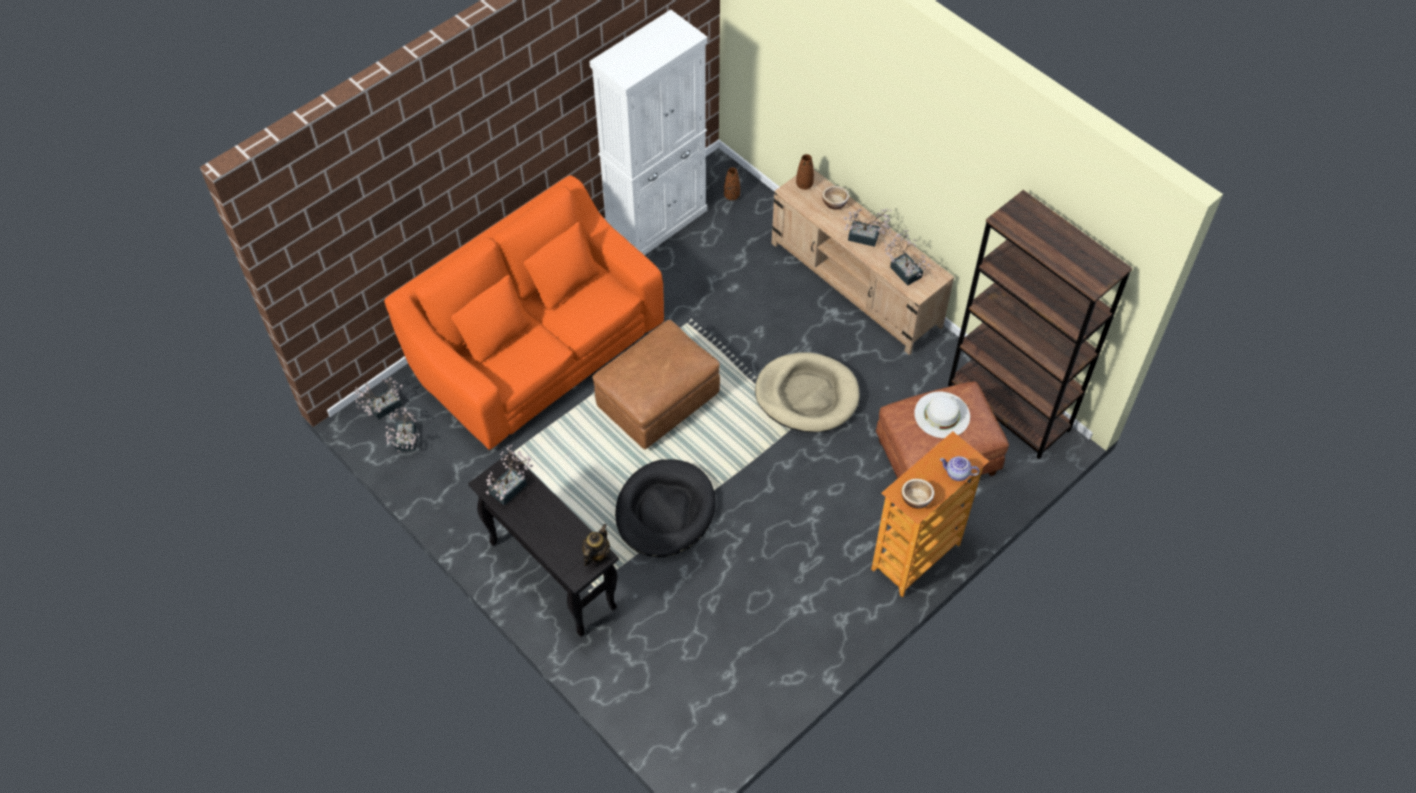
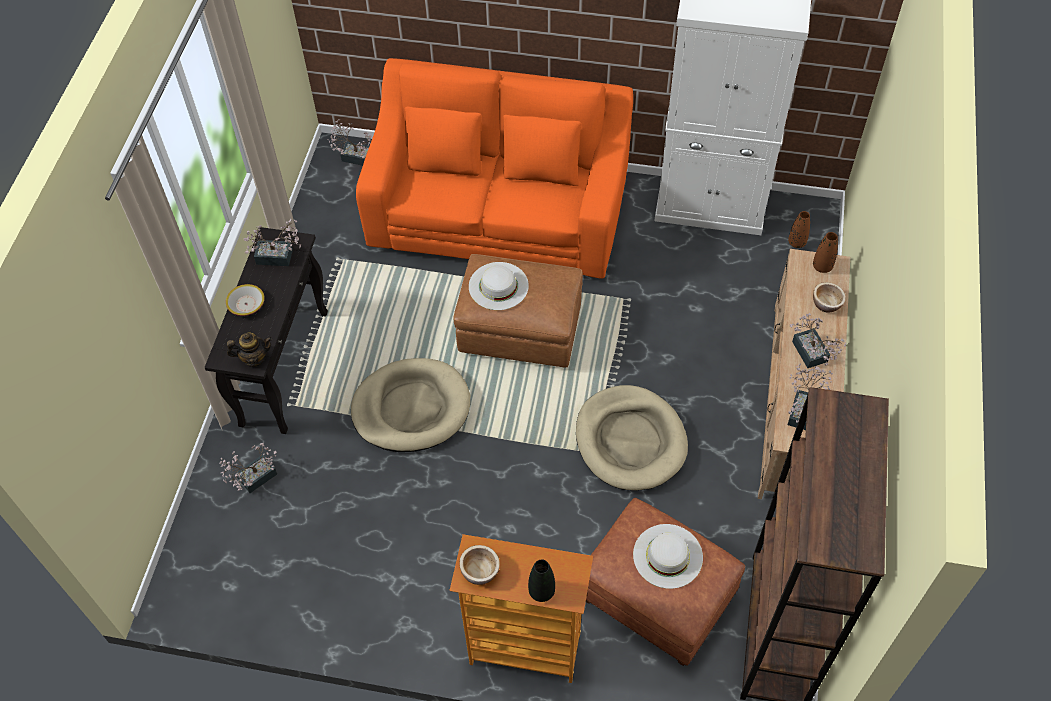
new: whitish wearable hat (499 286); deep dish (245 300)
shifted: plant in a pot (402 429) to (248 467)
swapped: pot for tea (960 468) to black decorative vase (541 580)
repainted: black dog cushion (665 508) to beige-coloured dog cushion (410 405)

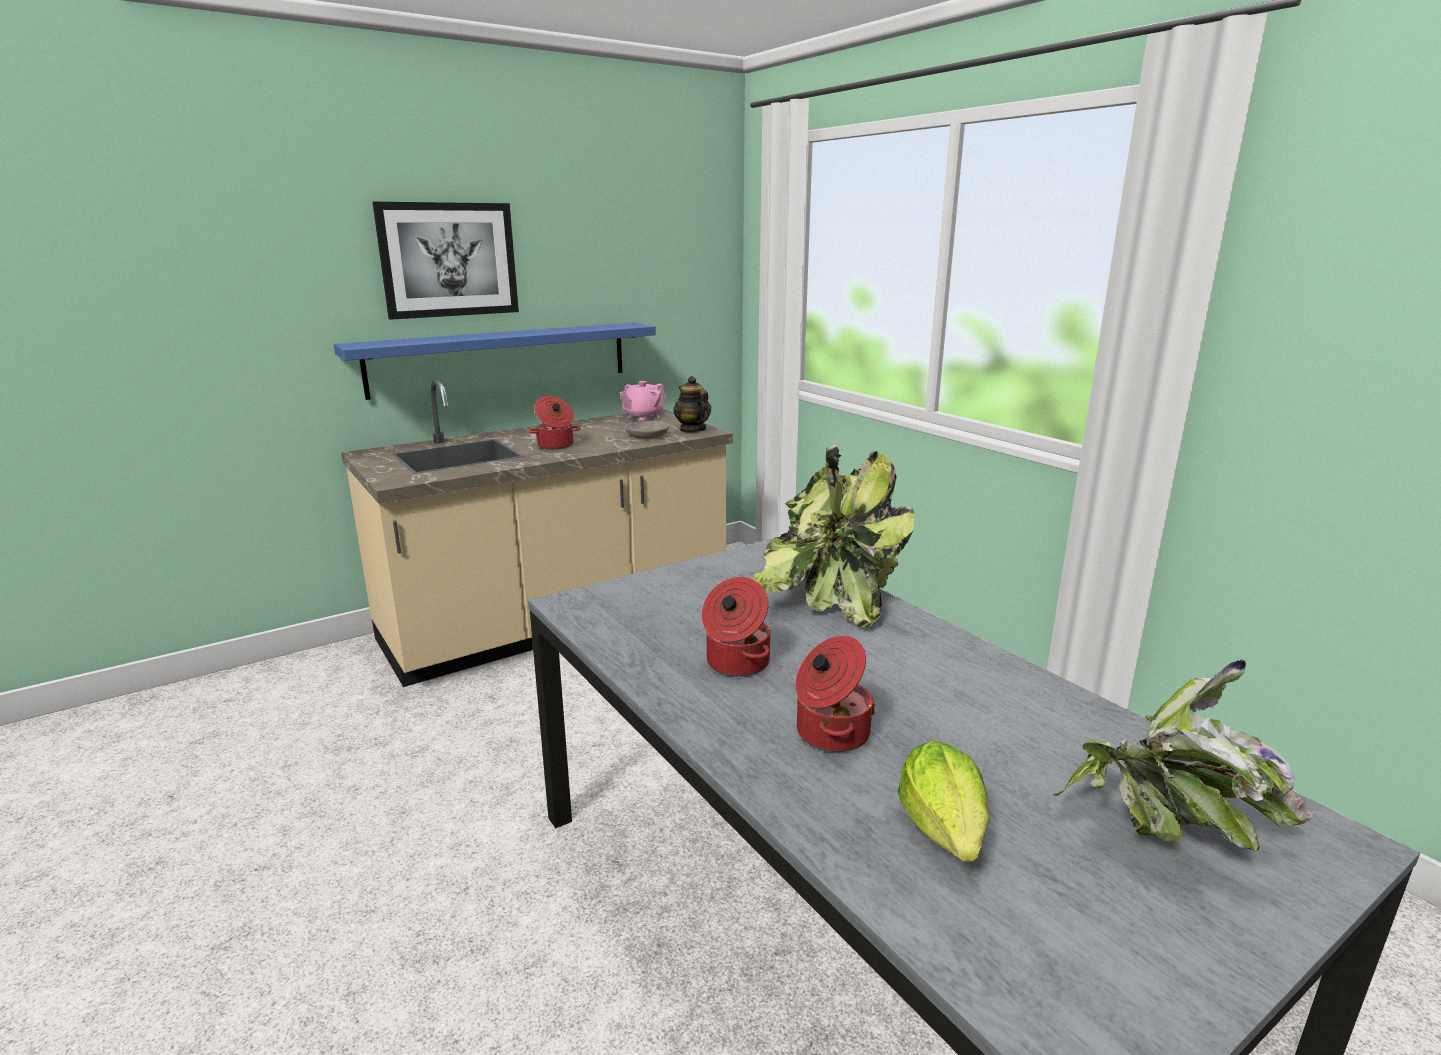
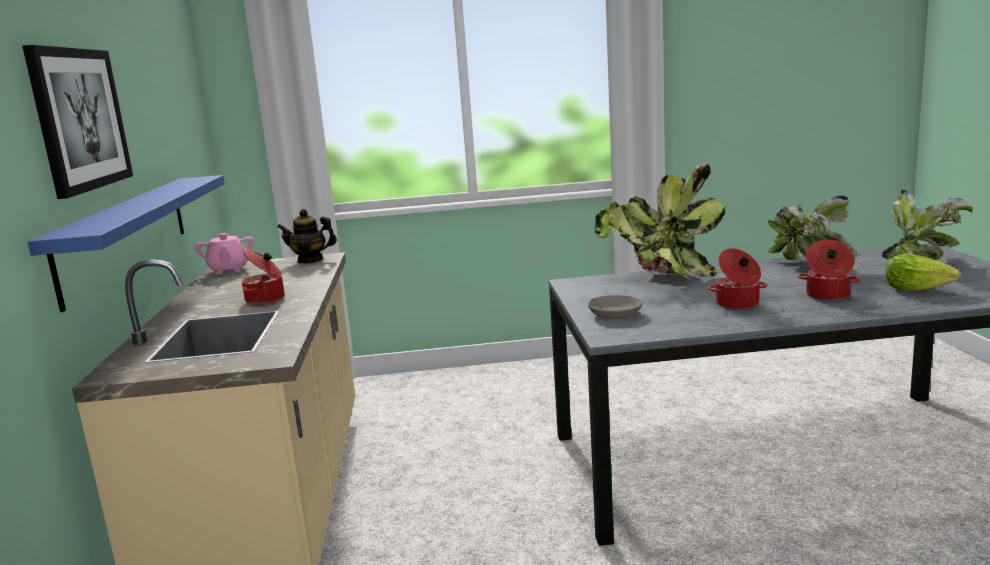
new: plant in a pot (812 227)
shifted: greyish deep dish (647 430) to (615 307)

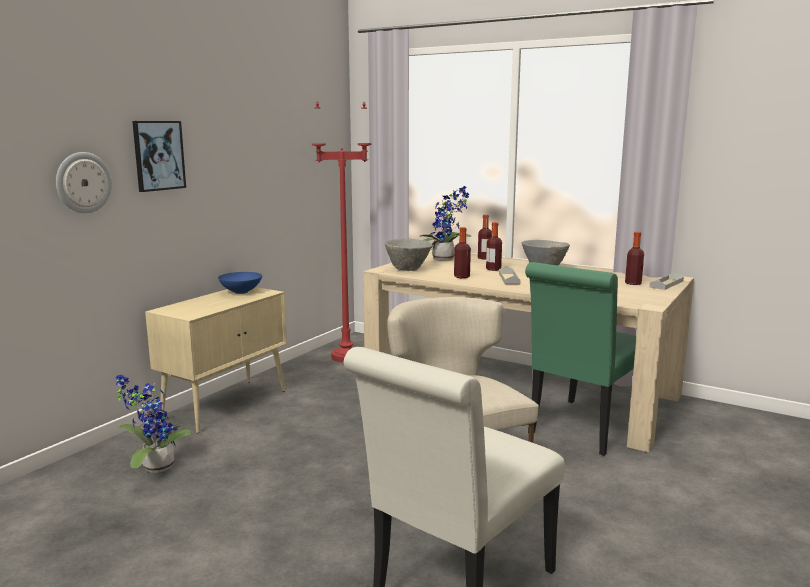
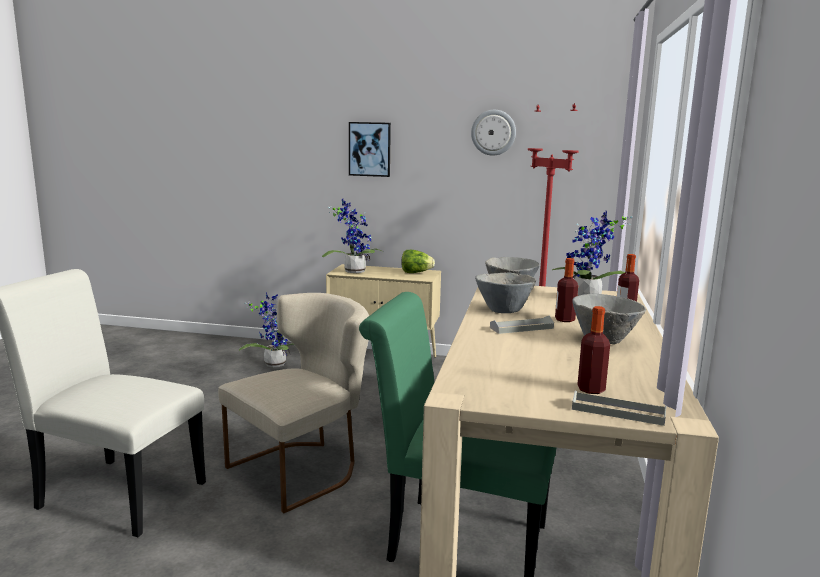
new: plant in a pot (353 236)
shifted: clock on the wall (84 182) to (493 133)
swapped: bottle (462 252) to greyish deep dish (505 293); bluish deep dish (240 283) to head of lettuce (418 261)

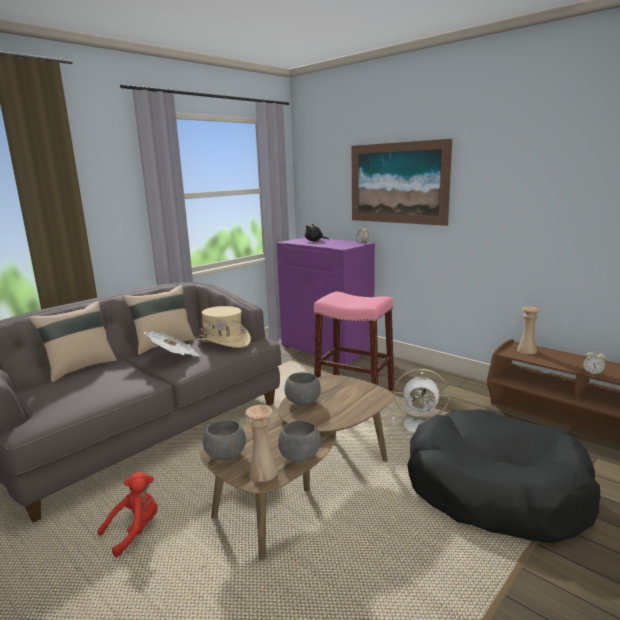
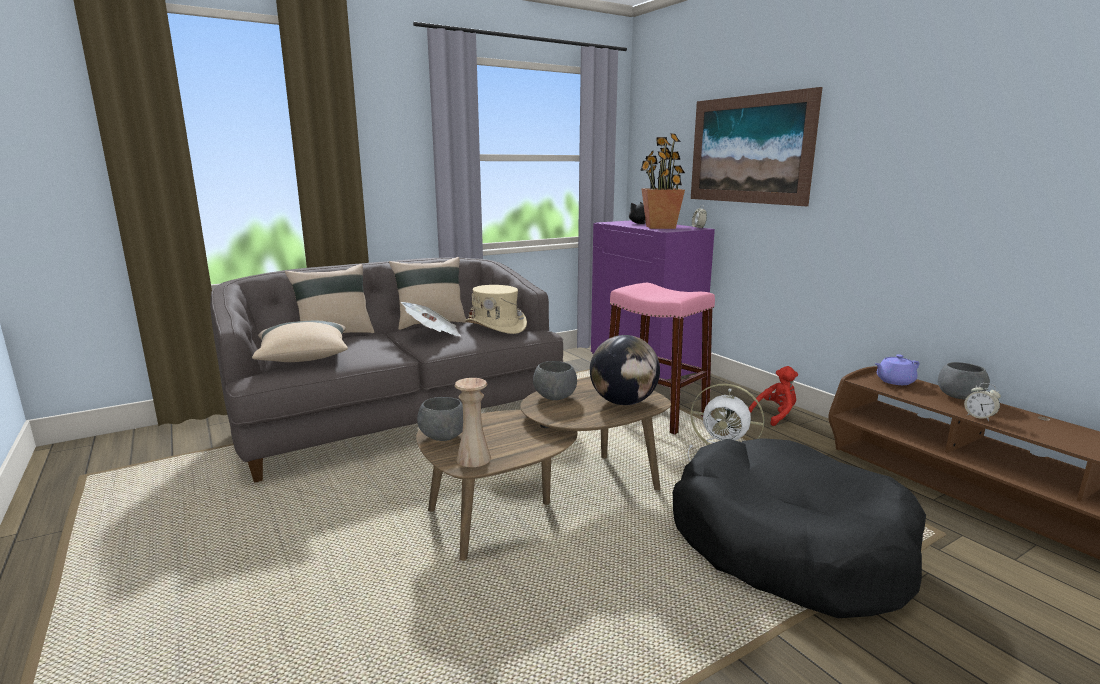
new: plant in a pot (662 181); beige-coloured pillow (300 341); desk globe (625 370)
shifted: greyish deep dish (299 441) to (964 381); red cuddly toy (127 514) to (773 396)
swapped: beige-coloured decorative vase (529 330) to purple pot for tea (897 369)

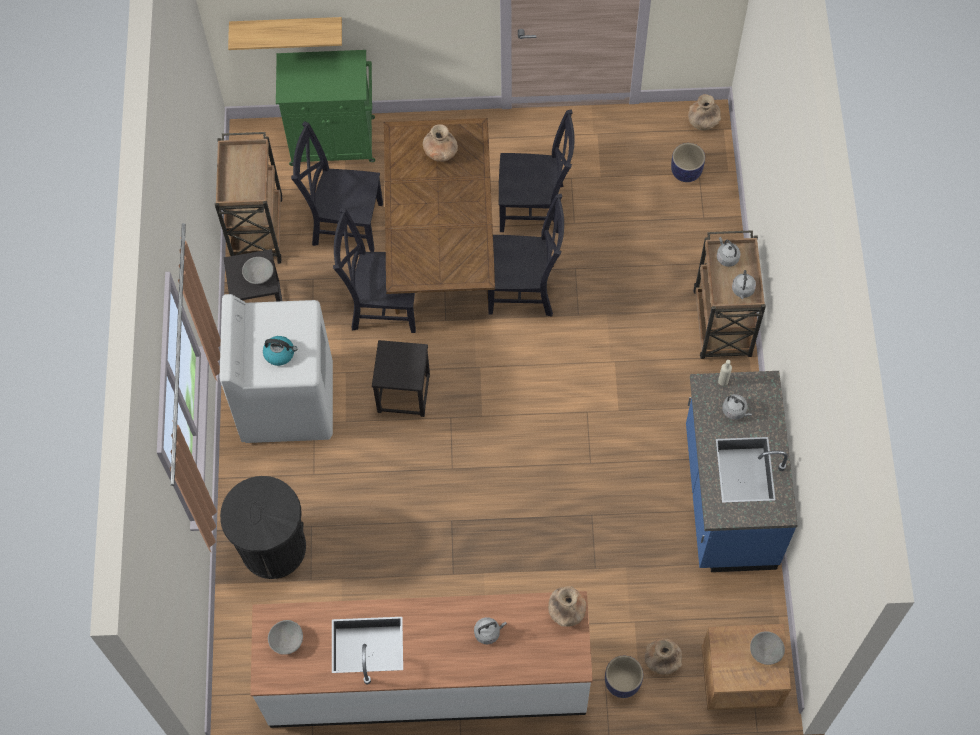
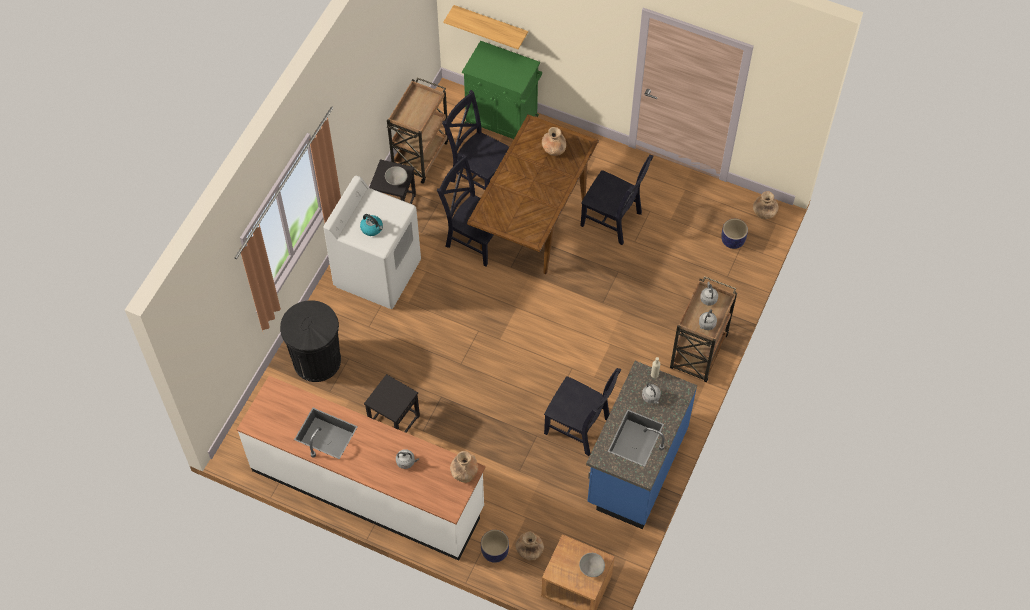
gone: greyish deep dish (285 637)
shifted: black chair (526 255) to (582 412); black stool (401 378) to (392 403)

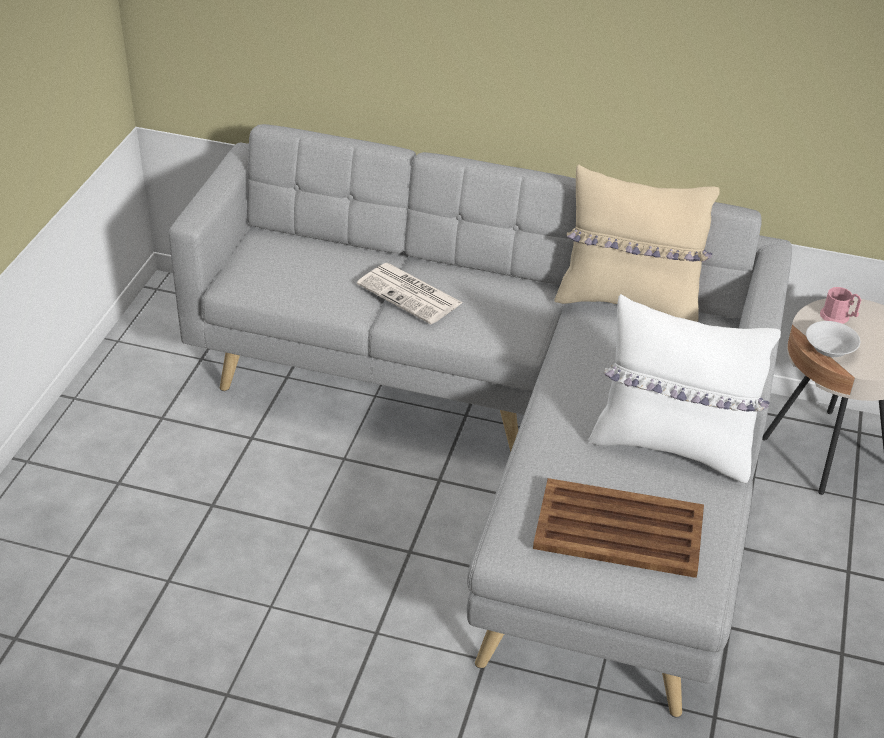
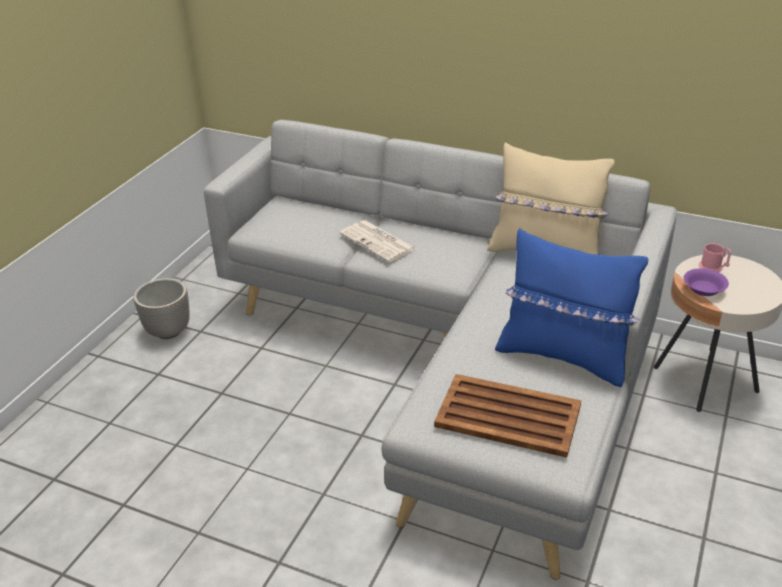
new: plant pot (161 308)
repainted: whitish pillow (684 388) to bluish pillow (571 307); whitish deep dish (833 339) to purple deep dish (706 282)

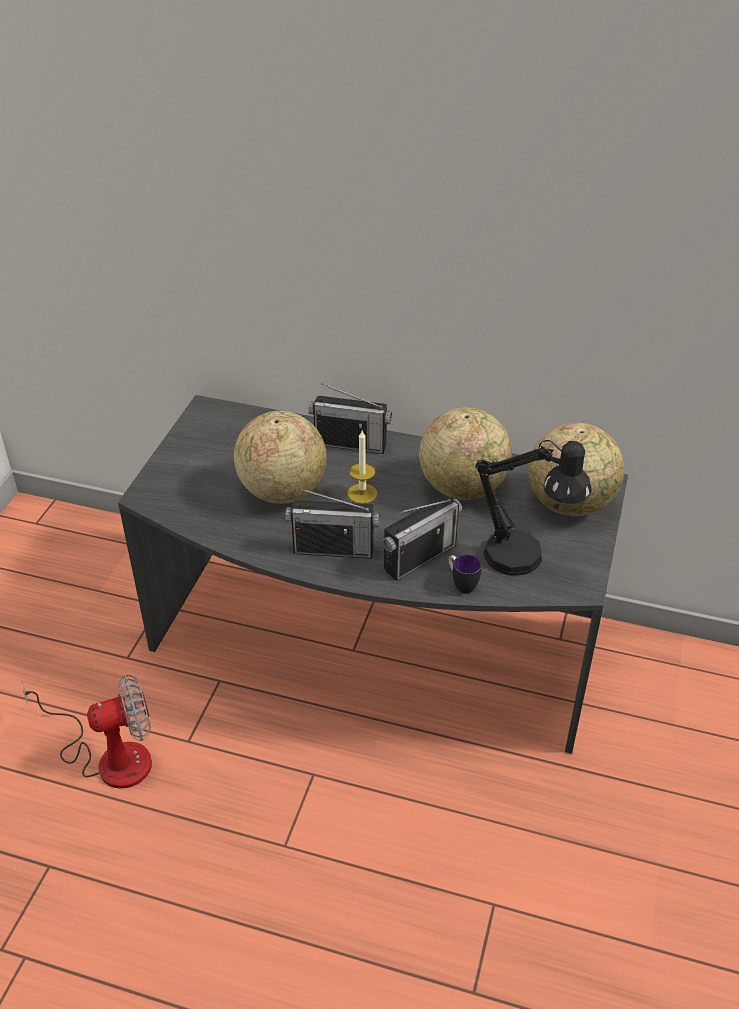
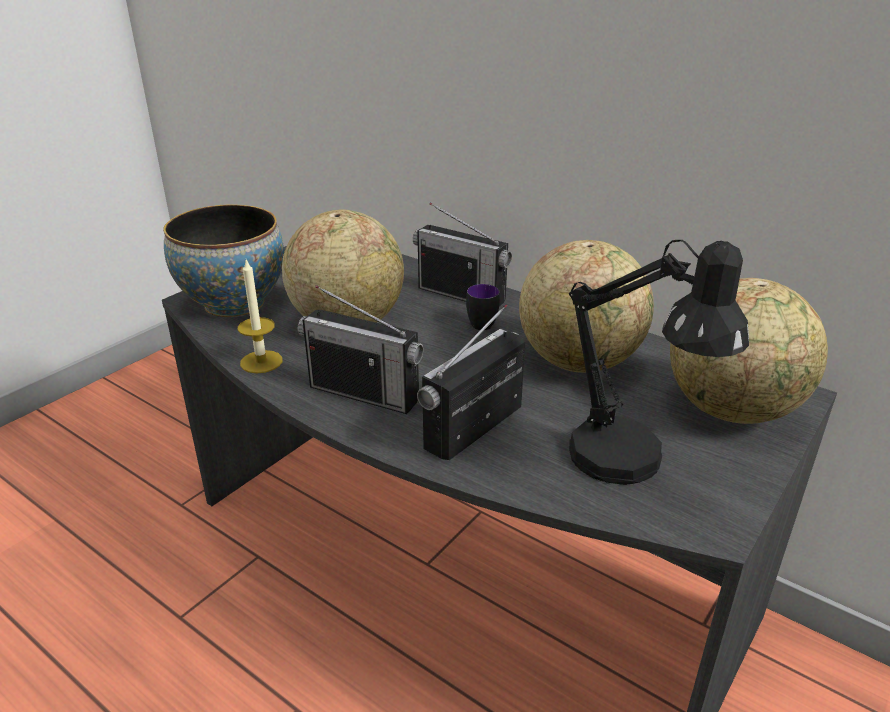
gone: electric fan (86 731)
new: deep dish (223 260)
shifted: candle (362 467) to (260 316); mug (464 574) to (483 307)
rotated: radio (422 538) = (471 382) 150 degrees clockwise

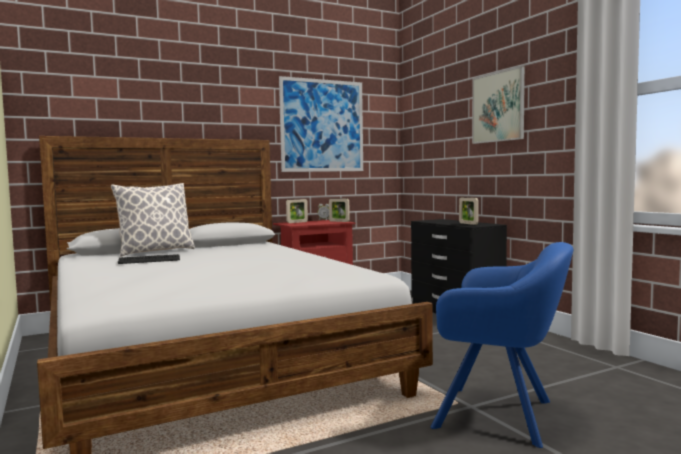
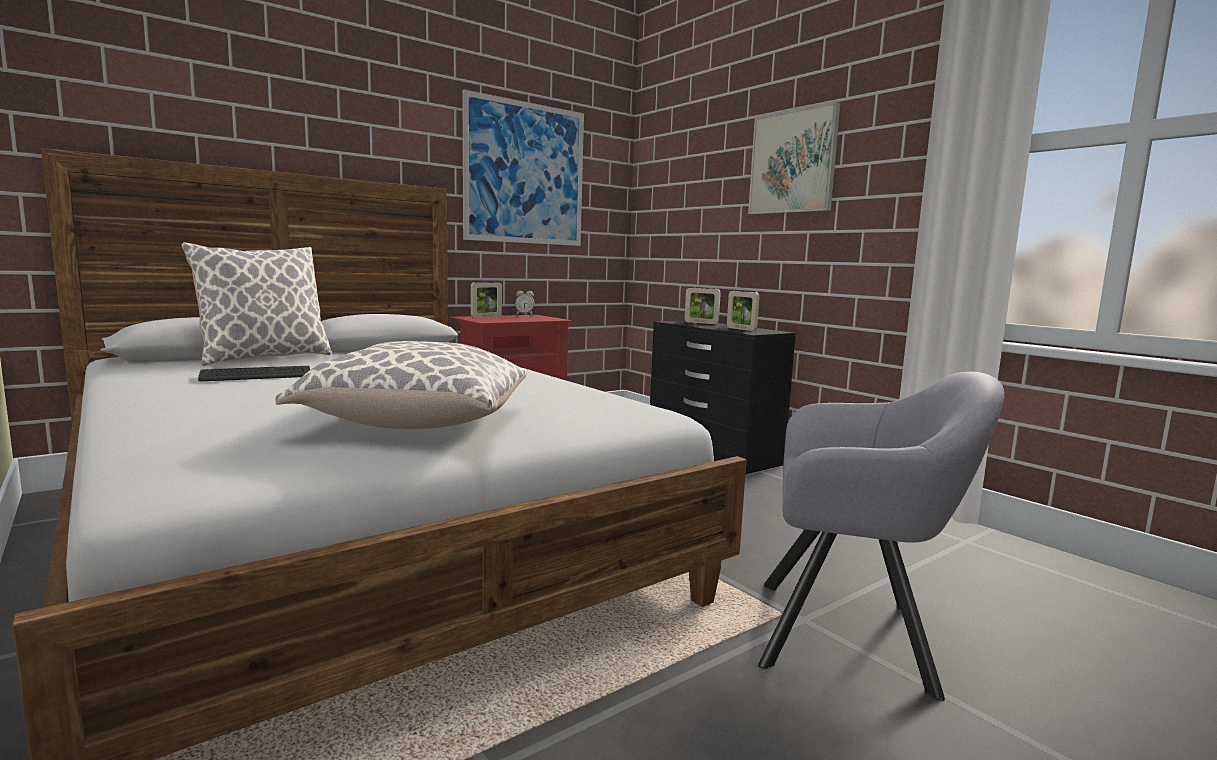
new: pillow (401 385)
shifted: standing frame (339 210) to (703 306)
repainted: bluish armchair (501 345) to greyish armchair (881 536)

